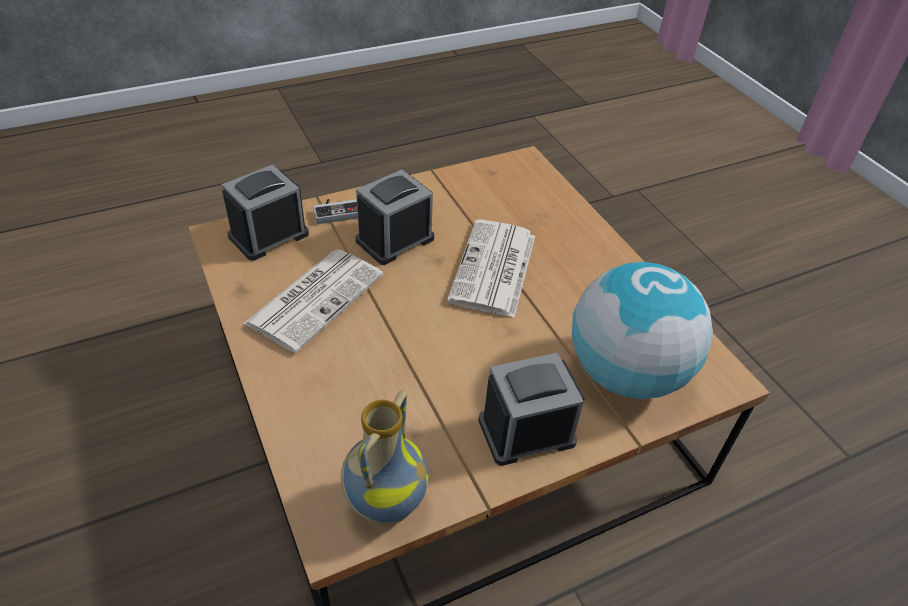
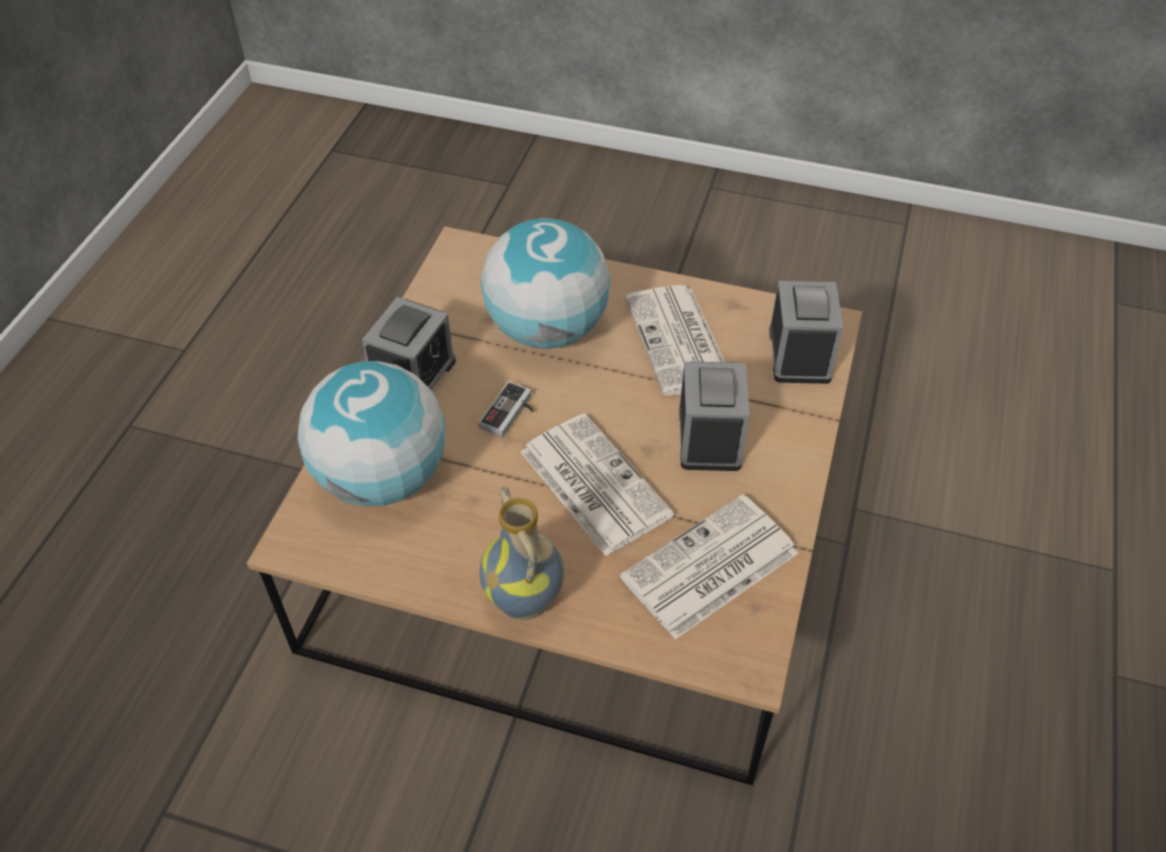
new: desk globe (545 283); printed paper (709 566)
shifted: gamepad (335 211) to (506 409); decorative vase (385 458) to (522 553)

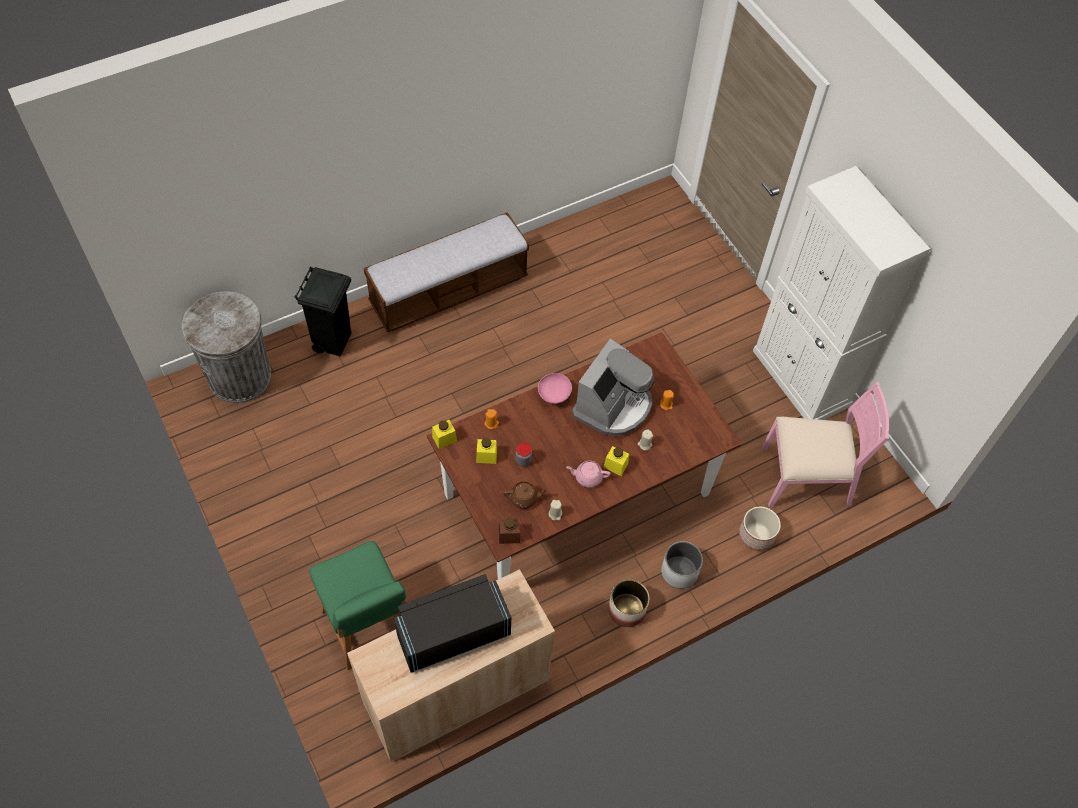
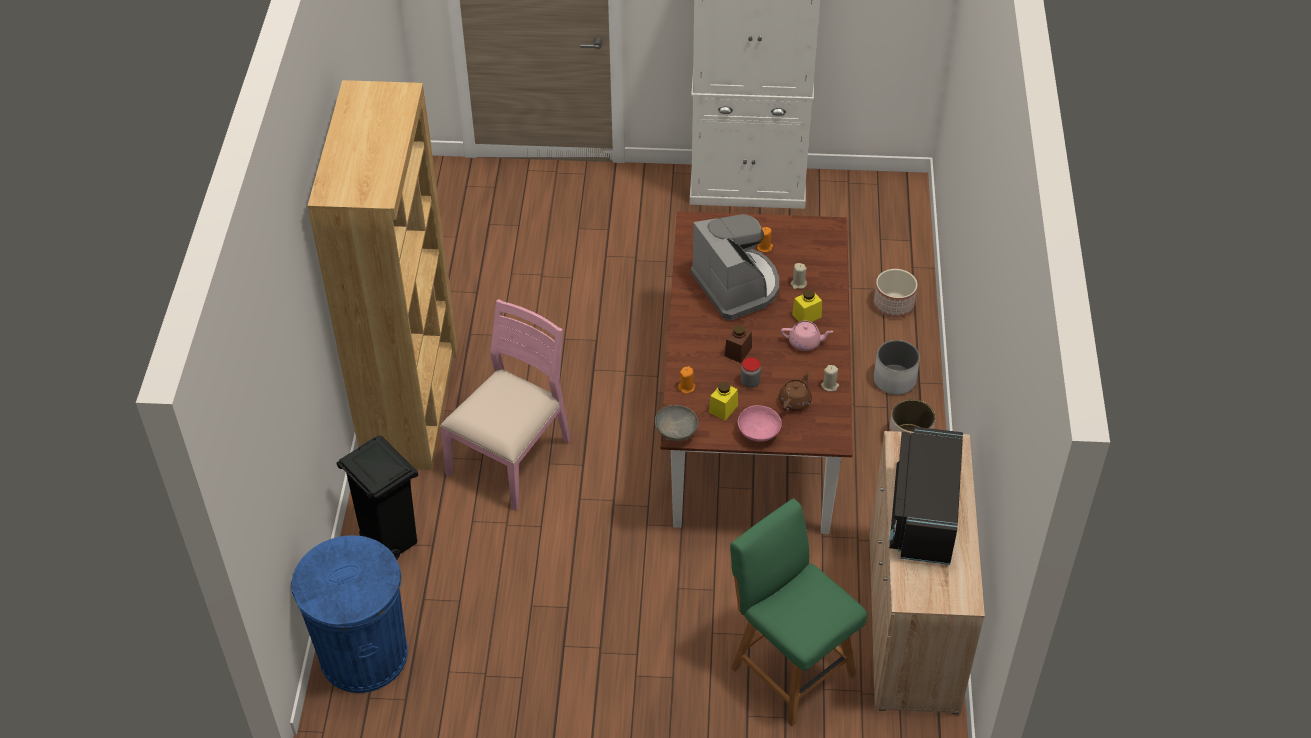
shifted: pinkish deep dish (555 389) to (760 423); pinkish chair (825 445) to (505 405); brown-coloured storage jar (509 531) to (738 344)
swapped: long seat (446 272) to brown-coloured bookcase (383 275); yellow storage jar (444 434) to greyish deep dish (676 423)
repainted: greyish rubbish bin (226 347) to bluish rubbish bin (349 614)
rotated: pinkish pot for tea (588 474) = (807 336) 120 degrees counterclockwise; green chair (357 605) = (798 612) 135 degrees counterclockwise

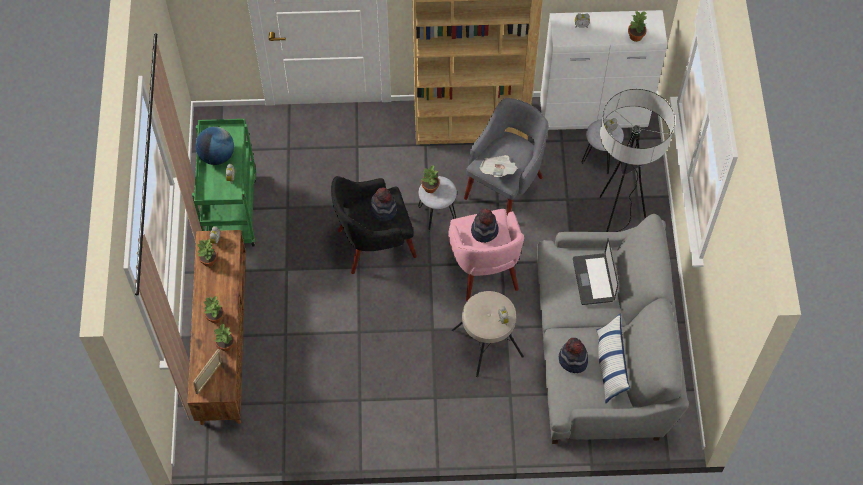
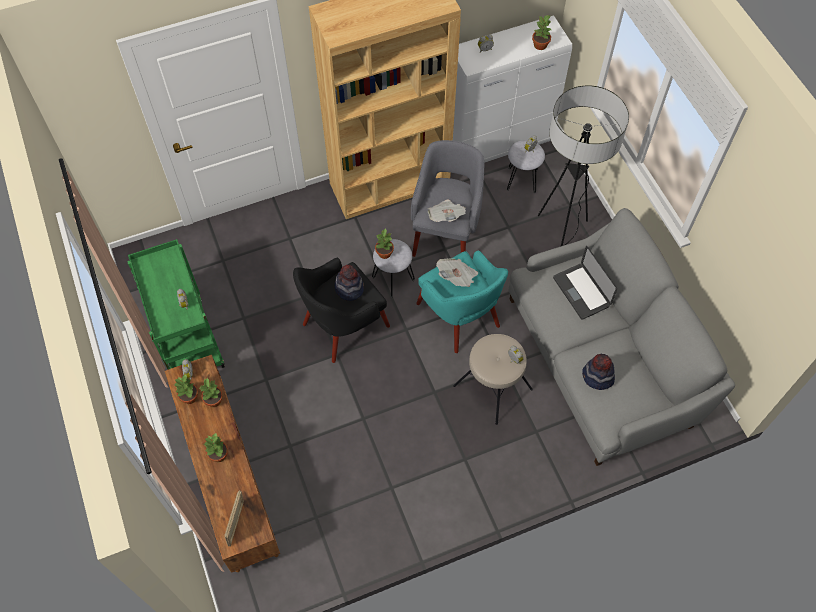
gone: desk globe (214 146); pillow (613 358)
shifted: plant in a pot (225 337) to (211 392)
swapped: wearable hat (485 225) to printed paper (457 272)
repainted: pinkish armchair (486 255) to turquoise-coloured armchair (462 301)

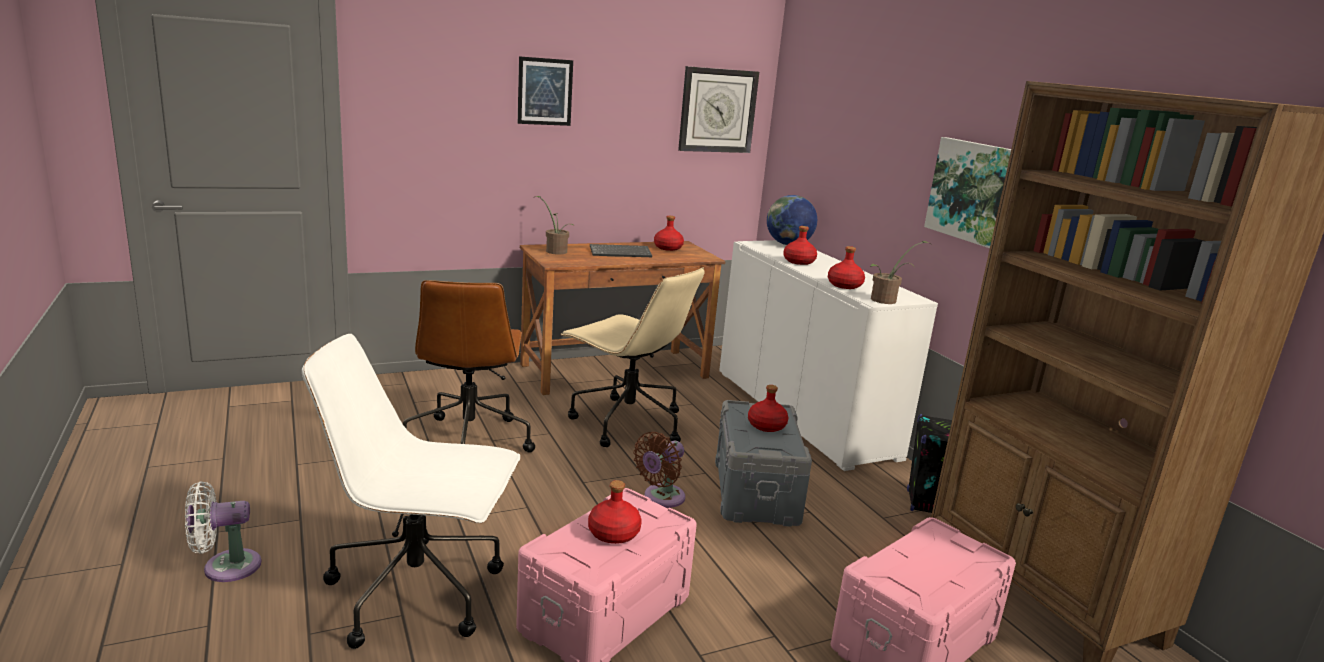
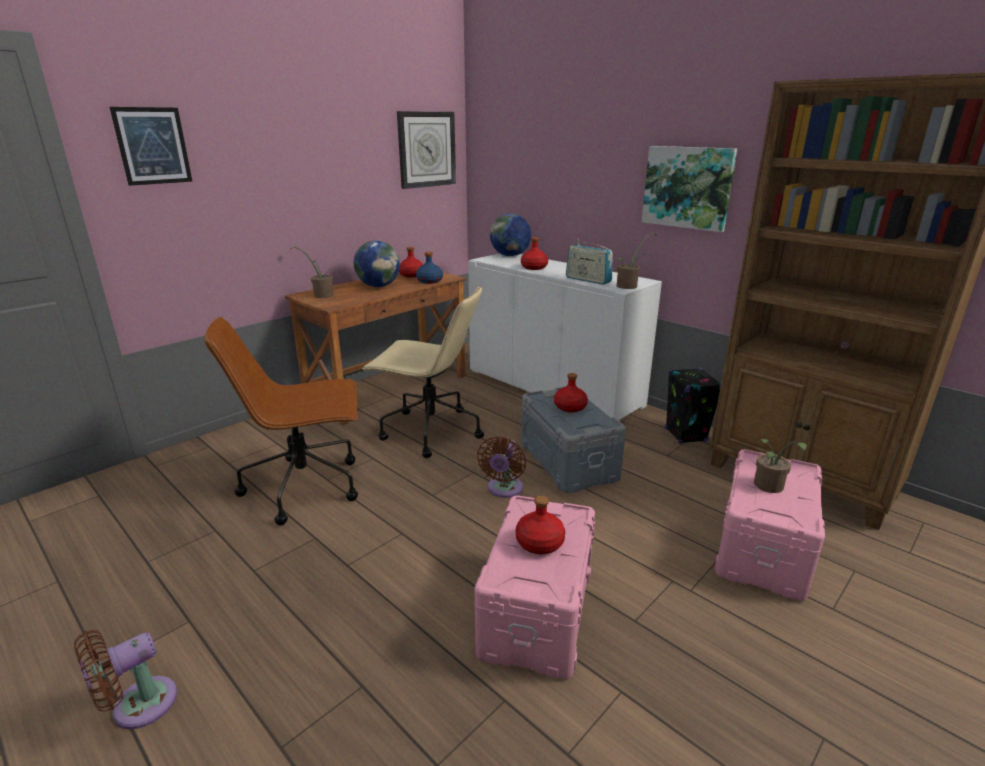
gone: whitish desk chair (411 491)
new: bluish bottle (429 268); plant in a pot (780 466)
shifted: wall picture (545 91) to (151 146)
swapped: PC keyboard (621 250) to desk globe (377 264); red bottle (846 267) to radio (589 261)
repainted: whitish electric fan (223 531) to brown-coloured electric fan (125 679)
rotated: brown-coloured desk chair (469 366) = (281 421) 105 degrees clockwise

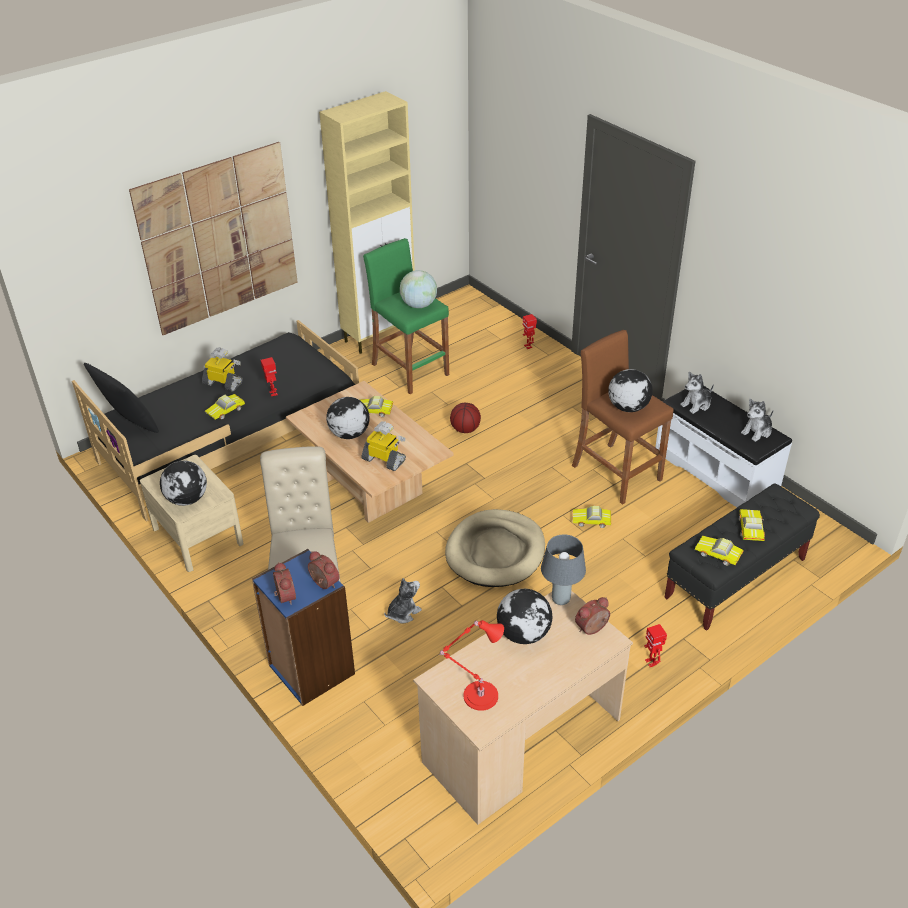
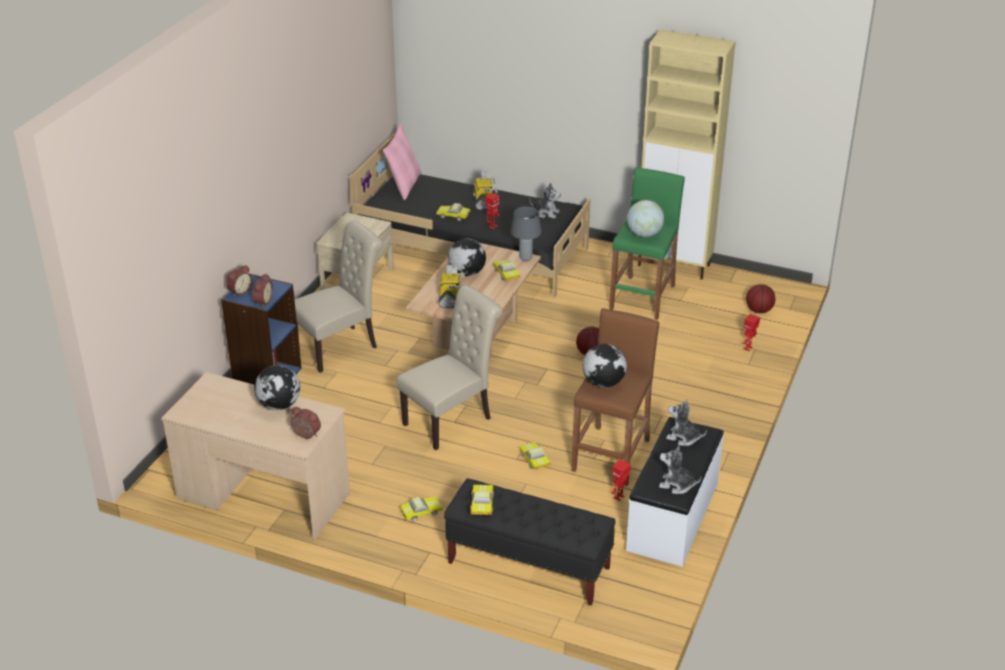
gone: wall picture (213 238); desk globe (183 483); red tabletop lamp (471 665)
new: basketball (761 298)
shifted: miniature car (752 525) to (421 509); greyish tabletop lamp (563 569) to (526 234); cuddly toy (403 601) to (545 201); toy robot (655 645) to (621 480)
swapped: beige-coloured dog cushion (495 548) to beige-coloured chair (450 367)
repainted: black pillow (121 398) to pinkish pillow (402 162)

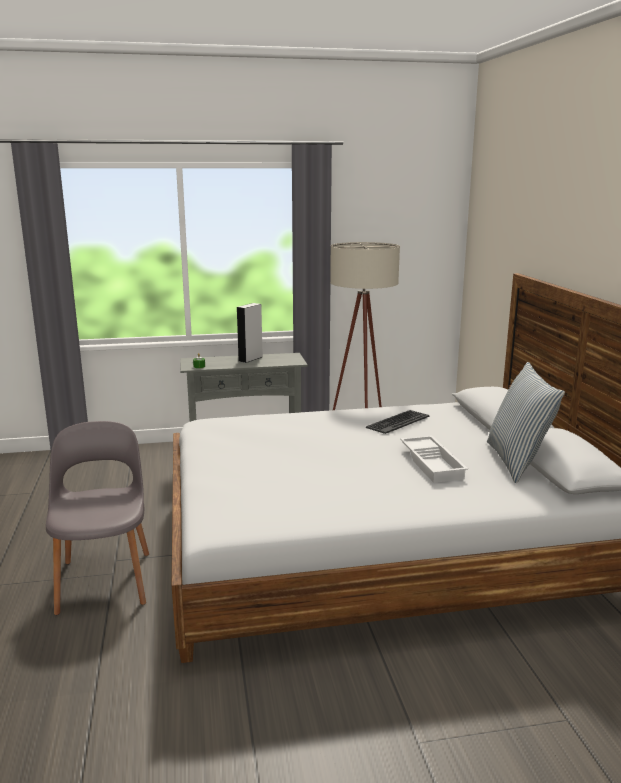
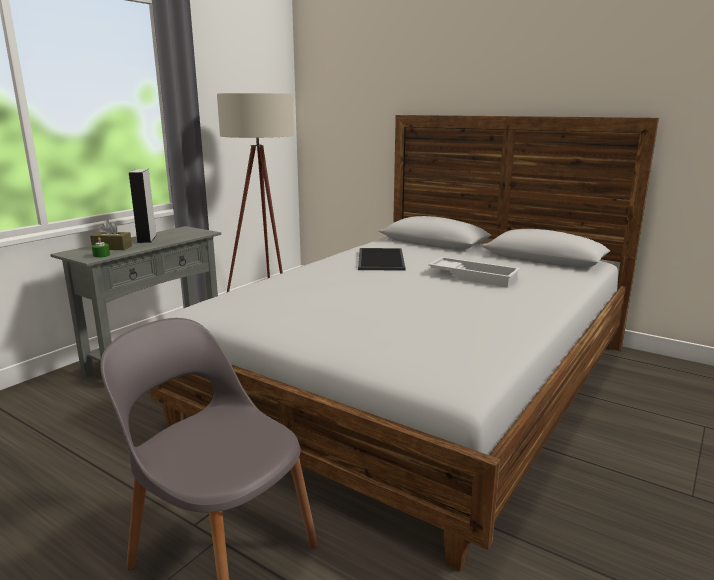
gone: pillow (526 422)
new: brown-coloured tissue box (111 235)
swapped: PC keyboard (398 422) to serving tray (381 259)

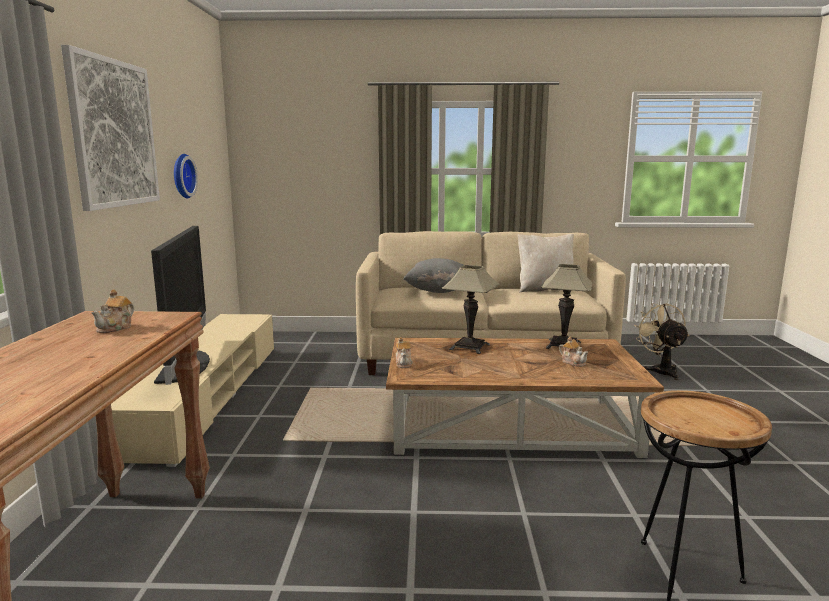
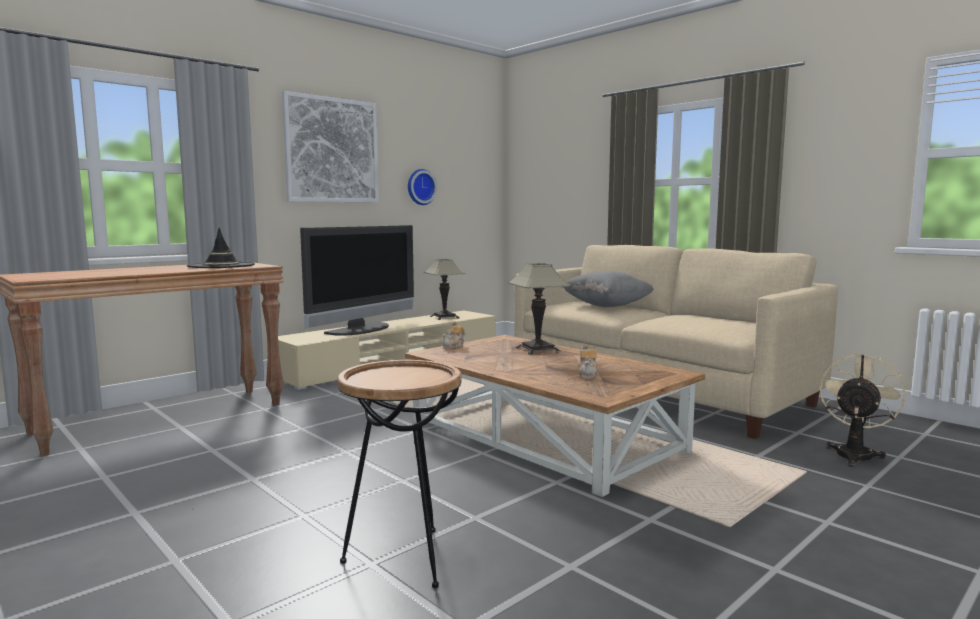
gone: beige-coloured pillow (546 263)
shifted: tabletop lamp (567 307) to (444 289)
swapped: pot for tea (112 311) to black wearable hat (221 248)

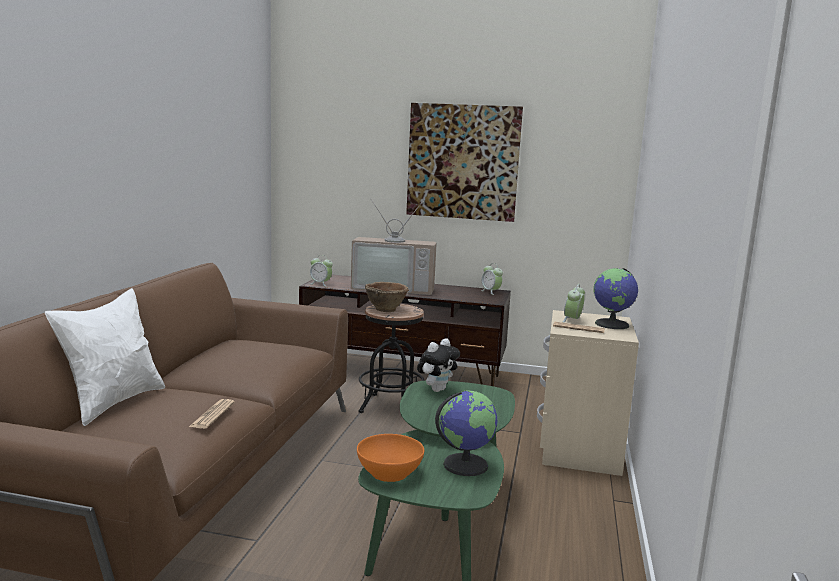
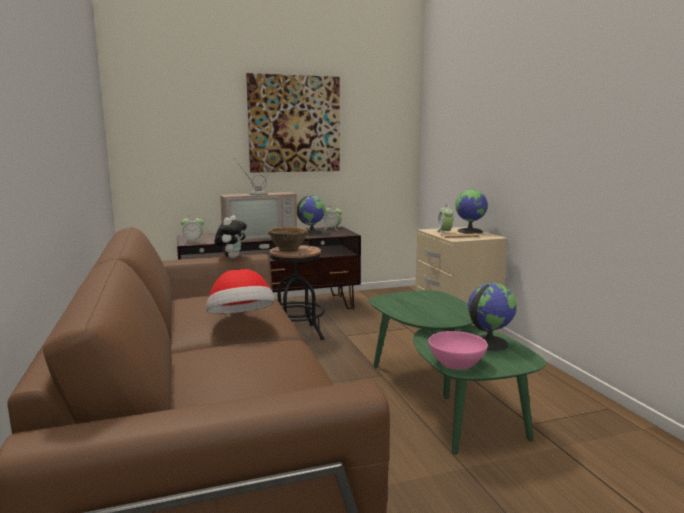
gone: whitish pillow (105 357); printed paper (212 414)
new: desk globe (311 215); wearable hat (240 291)
shifted: cuddly toy (438 365) to (230 236)
repainted: orangey deep dish (390 458) to pinkish deep dish (458 350)

